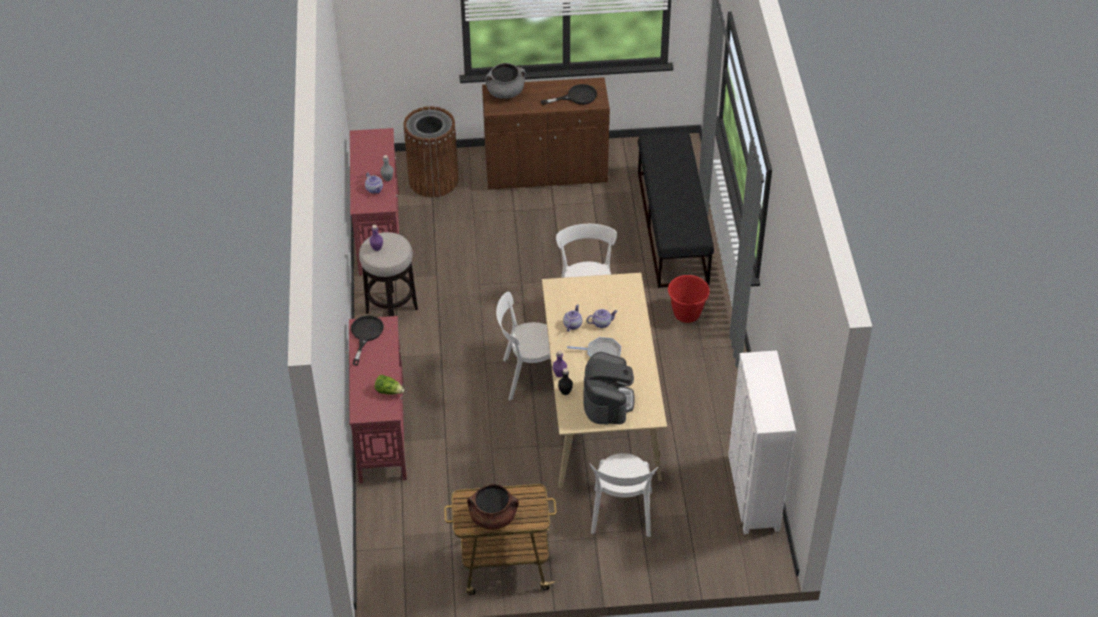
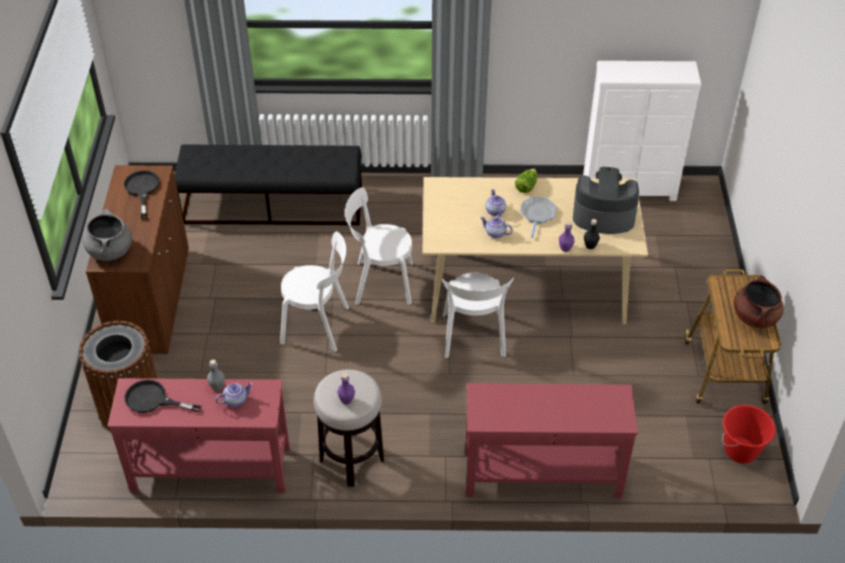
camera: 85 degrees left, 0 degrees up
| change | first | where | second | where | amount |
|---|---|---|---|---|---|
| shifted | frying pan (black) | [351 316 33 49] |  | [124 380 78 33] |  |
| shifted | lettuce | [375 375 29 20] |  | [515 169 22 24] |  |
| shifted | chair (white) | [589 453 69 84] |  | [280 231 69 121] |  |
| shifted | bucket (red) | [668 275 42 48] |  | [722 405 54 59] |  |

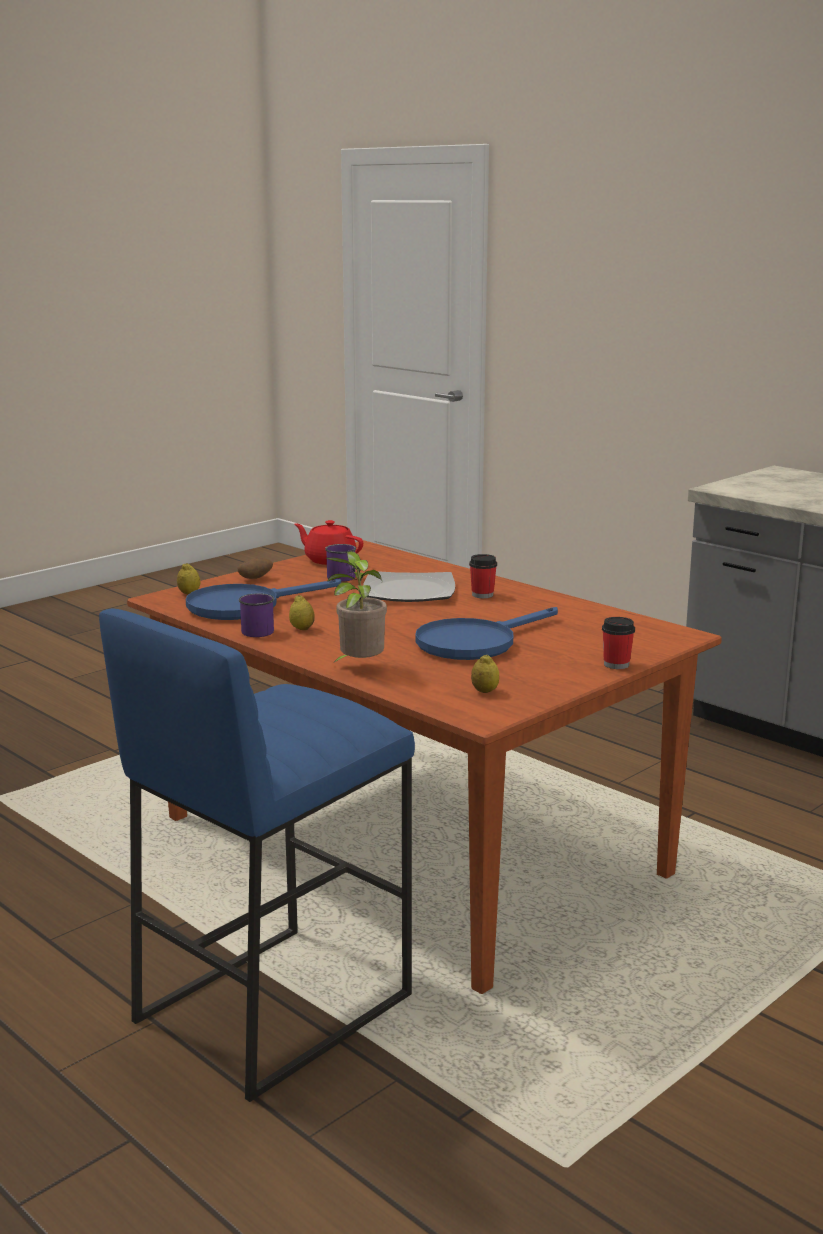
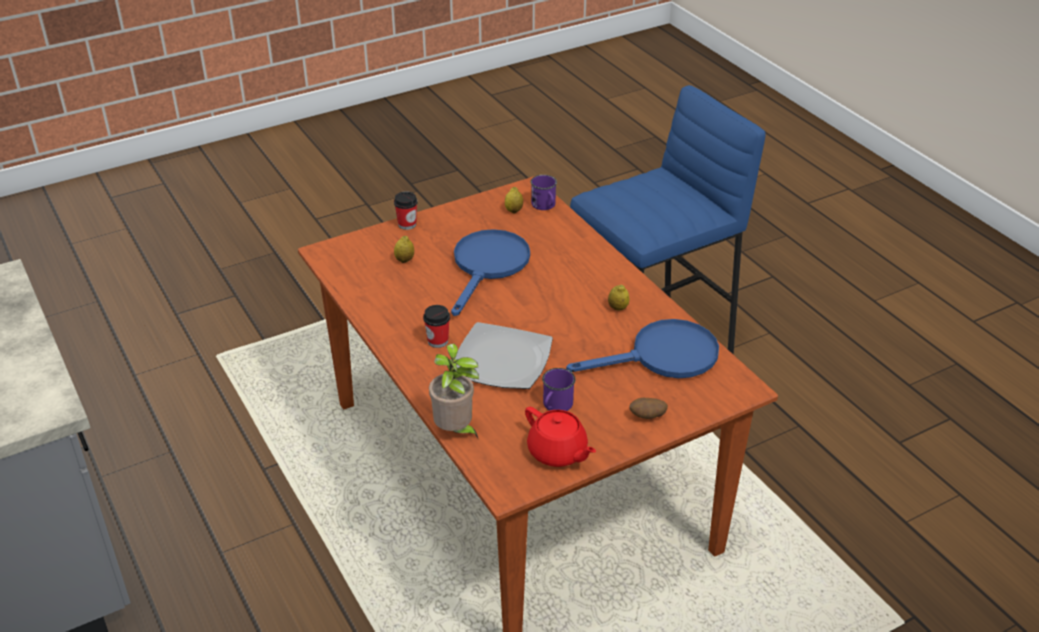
camera: 165 degrees left, 20 degrees up
| change | first | where | second | where | amount |
|---|---|---|---|---|---|
| shifted | lemon | [177 563 23 31] |  | [394 236 20 27] |  |
| shifted | mug (purple) | [239 593 35 44] |  | [530 175 27 35] |  |
| shifted | potted plant | [326 551 61 113] |  | [429 344 50 94] |  |
| rotated | frying pan (blue) | [415 607 143 53] |  | [451 229 79 87] | 45 degrees counterclockwise |

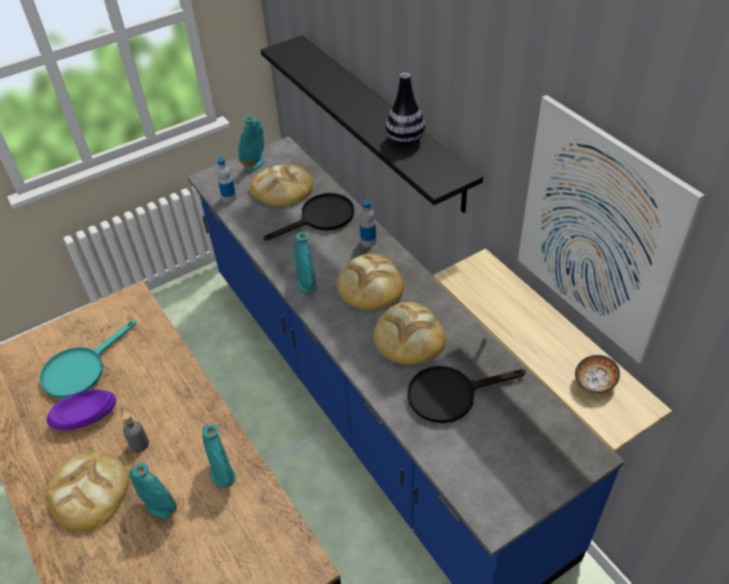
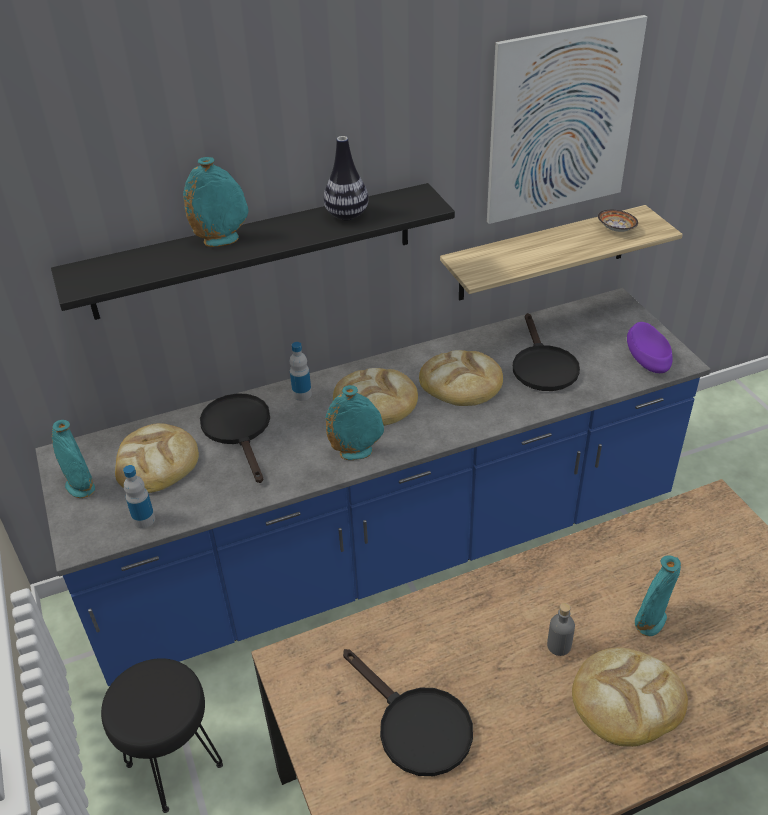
camera: 80 degrees left, 5 degrees down
| change | first | where | second | where | amount |
|---|---|---|---|---|---|
| new |  |  | stool (black) | [101 658 122 155] |  |
| shifted | bowl (purple) | [47 390 69 40] |  | [627 322 46 51] |  |
| shifted | vase (turquoise) | [202 425 34 63] |  | [183 157 65 90] |  |
| repainted | frying pan (turquoise) | [40 320 96 79] | frying pan (black) | [343 649 130 127] |  |

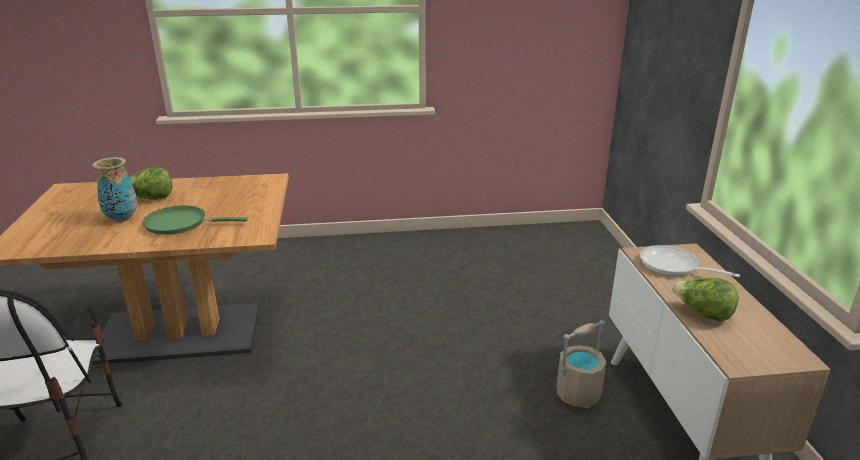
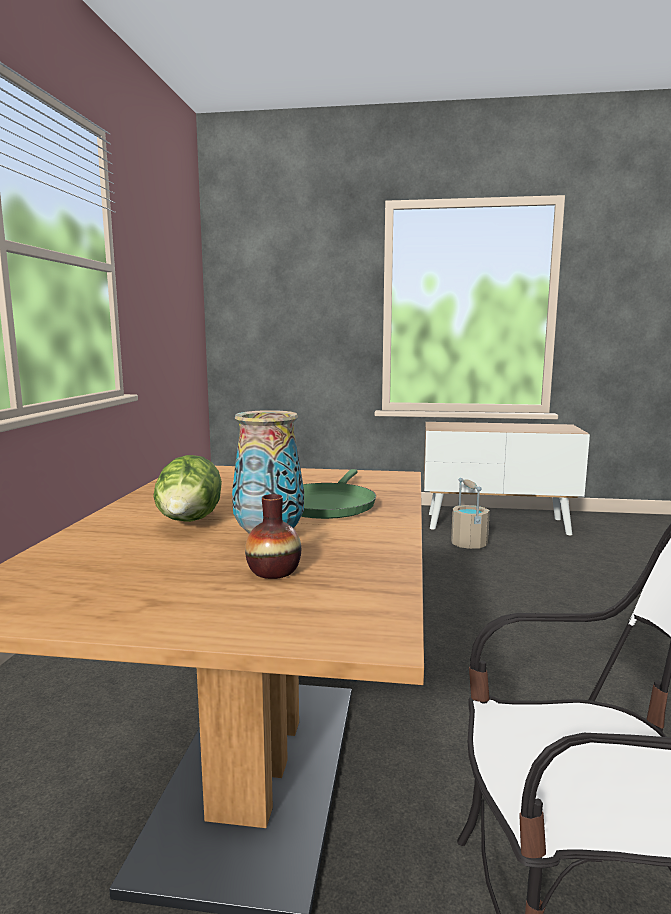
camera: 75 degrees left, 15 degrees down
| change | first | where | second | where | amount |
|---|---|---|---|---|---|
| gone | frying pan | [640 245 100 32] |  |  |  |
| gone | lettuce | [672 277 67 44] |  |  |  |
| new |  |  | vase | [245 494 56 85] |  |

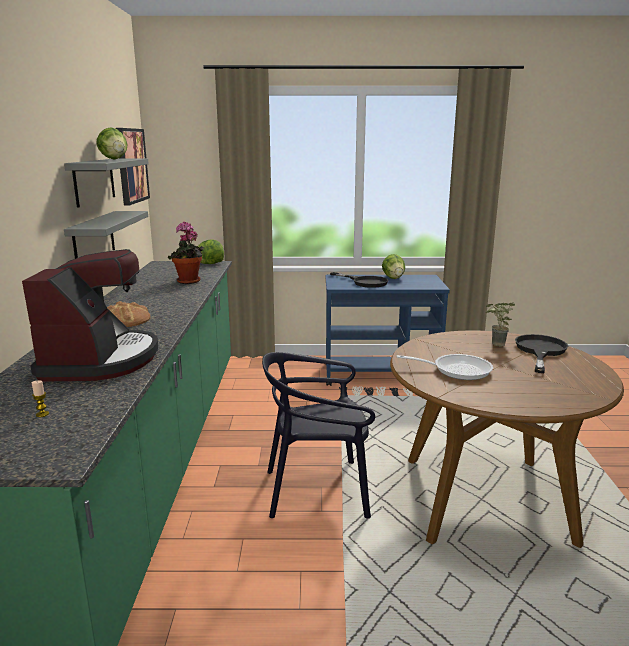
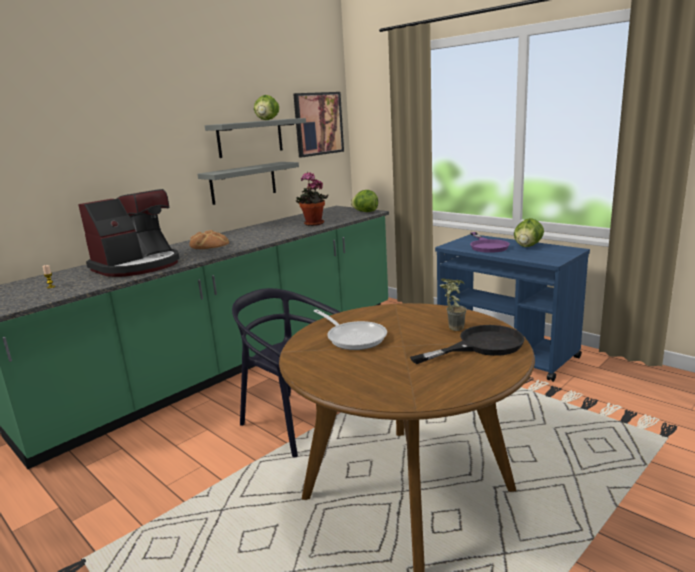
camera: 45 degrees right, 0 degrees up
| change | first | where | second | where | amount |
|---|---|---|---|---|---|
| repainted | frying pan (black) | [330 272 58 16] | frying pan (purple) | [470 232 40 21] |  |

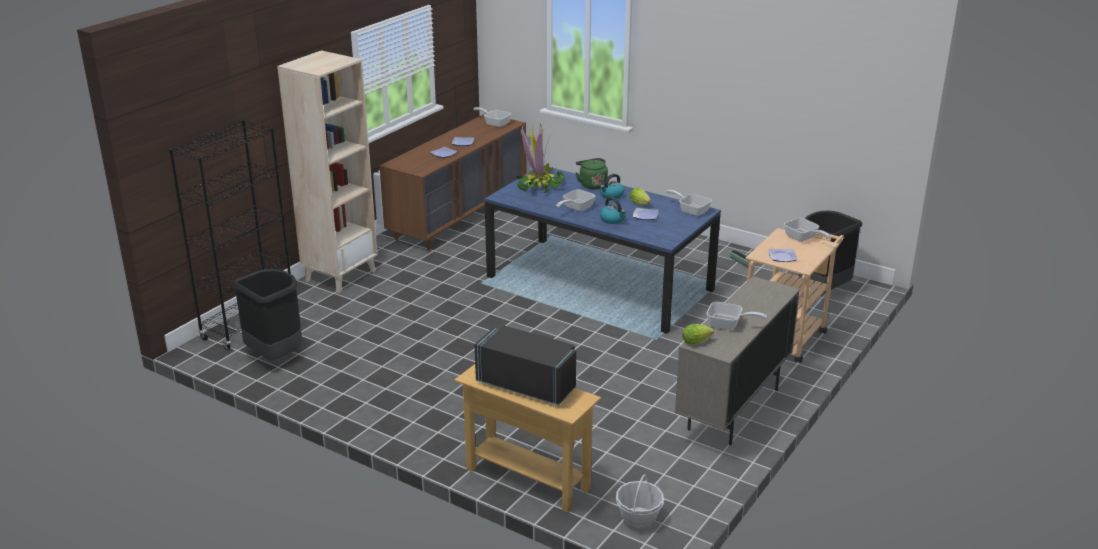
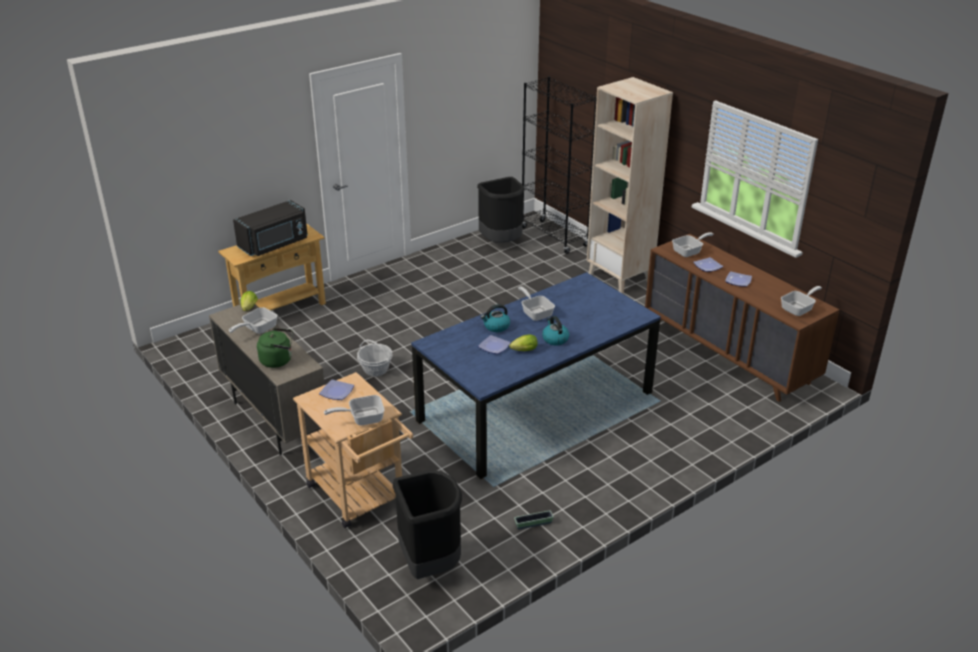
camera: 110 degrees right, 5 degrees up
| change | first | where | second | where | amount |
|---|---|---|---|---|---|
| gone | potted plant | [517 124 48 69] |  |  |  |
| shifted | kettle (green) | [576 158 32 31] |  | [257 328 36 40] |  |
| shifted | basket | [616 474 48 54] |  | [357 340 36 36] |  |
| shifted | frying pan | [666 190 46 26] |  | [672 232 41 25] |  |

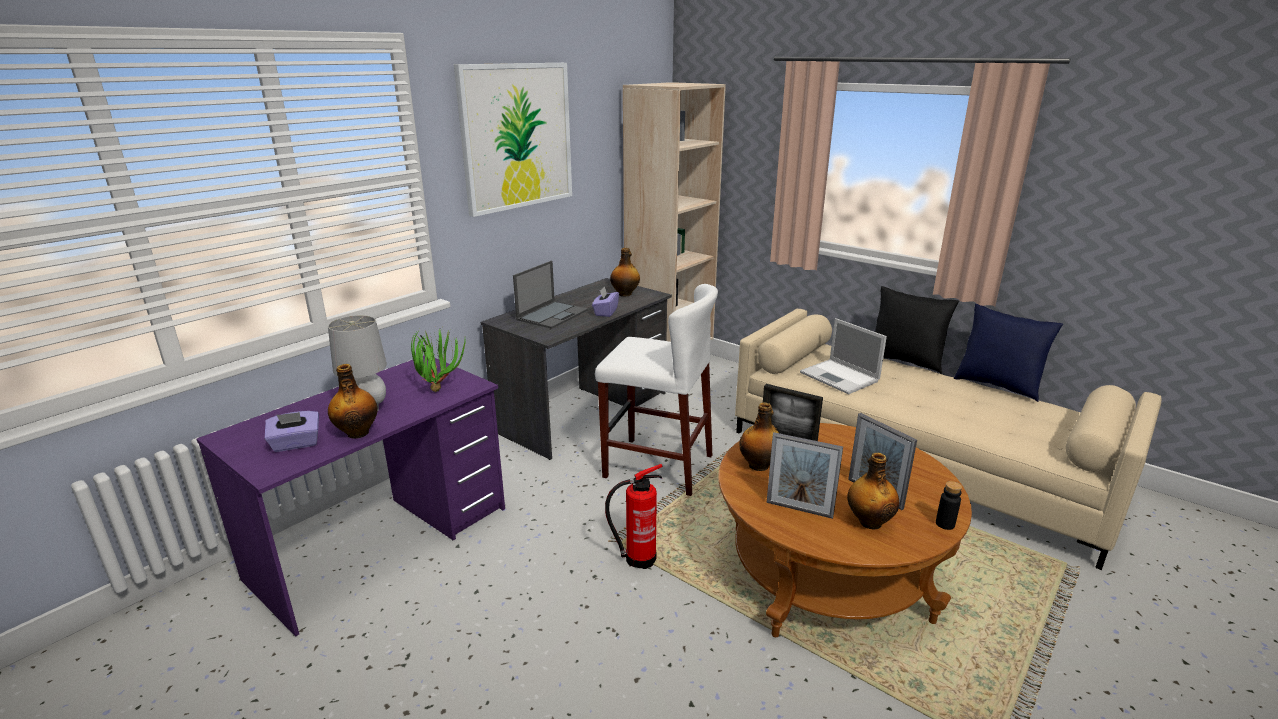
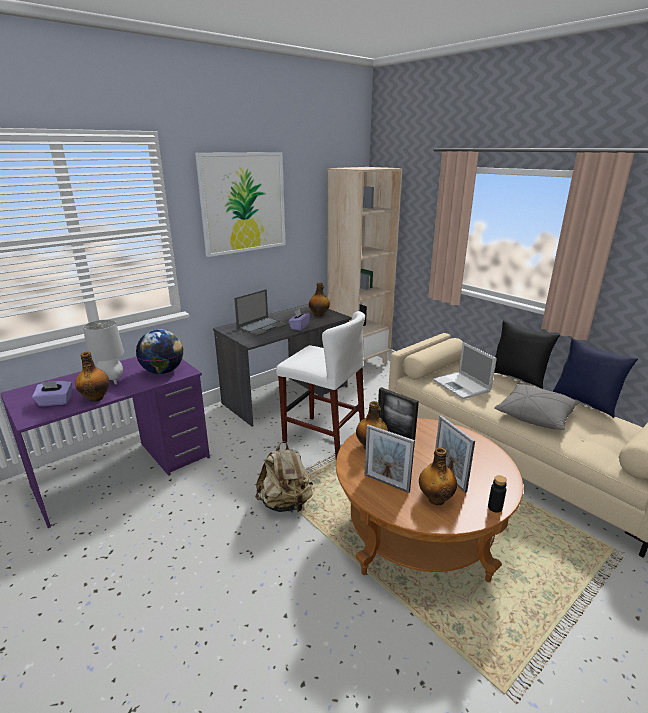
camera: 10 degrees right, 0 degrees up
| change | first | where | second | where | amount |
|---|---|---|---|---|---|
| new |  |  | pillow (grey) | [494 383 86 47] |  |
| swapped | potted plant | [411 328 55 64] | globe | [136 329 47 45] |  |
| swapped | fire extinguisher | [605 464 57 105] | backpack (beige) | [255 441 58 71] |  |

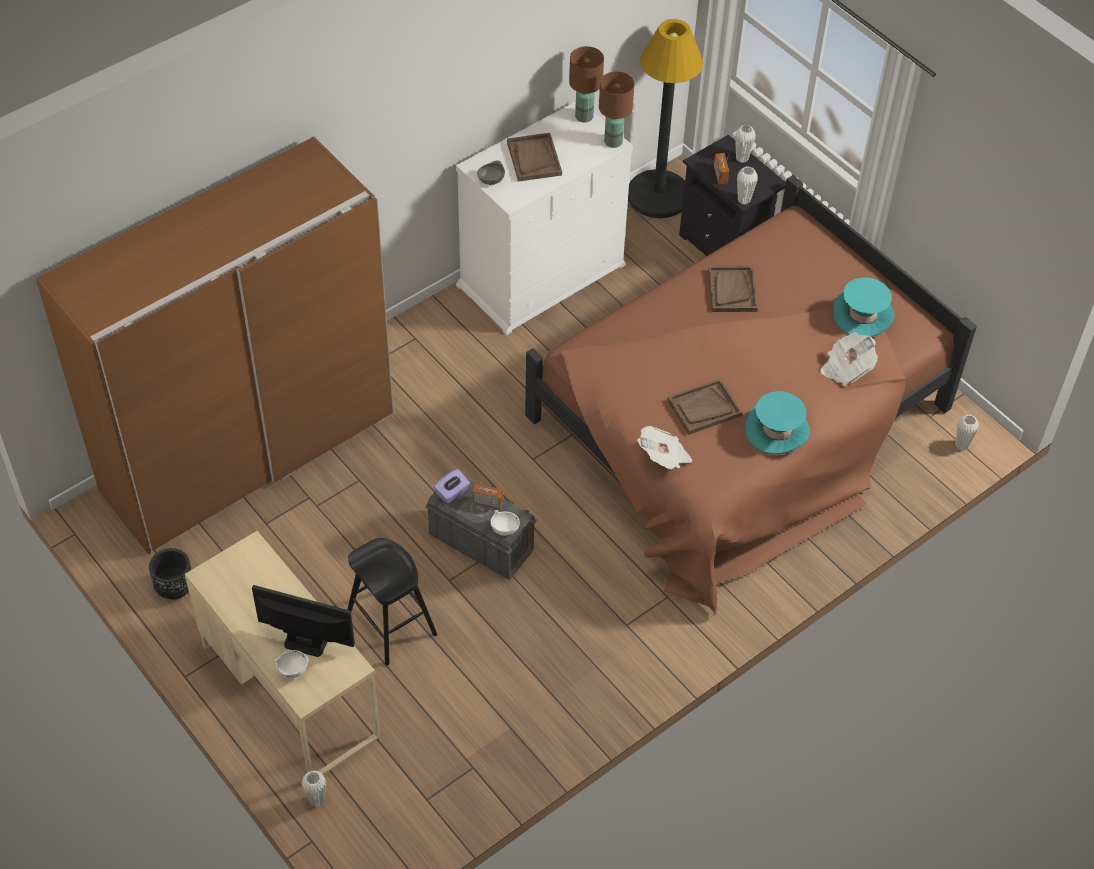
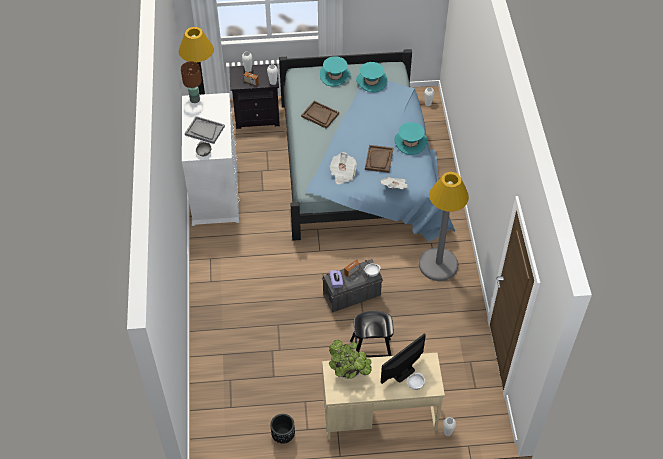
camera: 55 degrees left, 0 degrees up
| change | first | where | second | where | amount |
|---|---|---|---|---|---|
| gone | wardrobe (brown) | [36 136 358 418] |  |  |  |
| gone | table lamp (brown) | [599 71 36 77] |  |  |  |
| new |  |  | hat (turquoise) | [320 56 31 31] |  |
| new |  |  | potted plant | [329 340 43 39] |  |
| new |  |  | floor lamp (grey) | [419 172 50 109] |  |
| shifted | newspaper | [820 332 58 54] |  | [329 152 28 32] |  |
| repainted | tray (brown) | [507 133 55 49] | tray (grey) | [185 116 40 28] |  |
| repainted | bed (brown) | [525 175 452 441] | bed (blue) | [279 49 176 193] |  |

